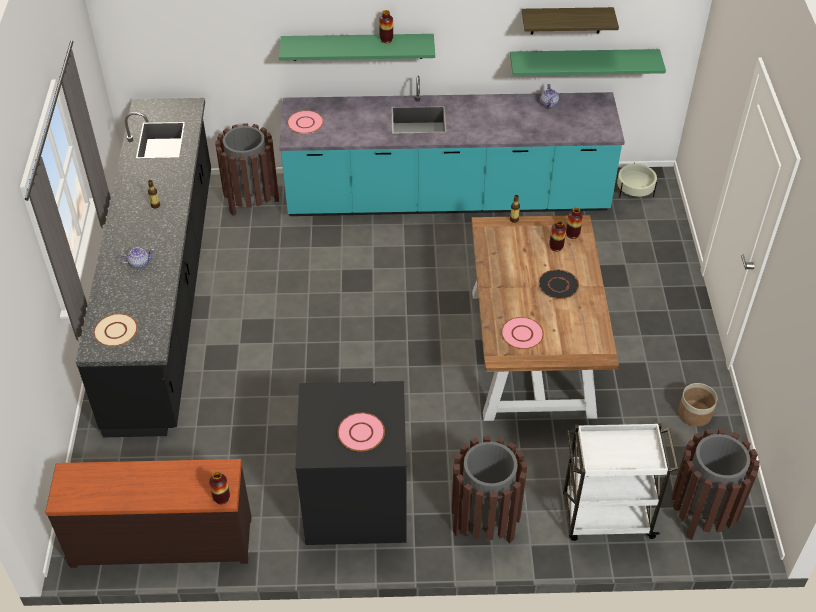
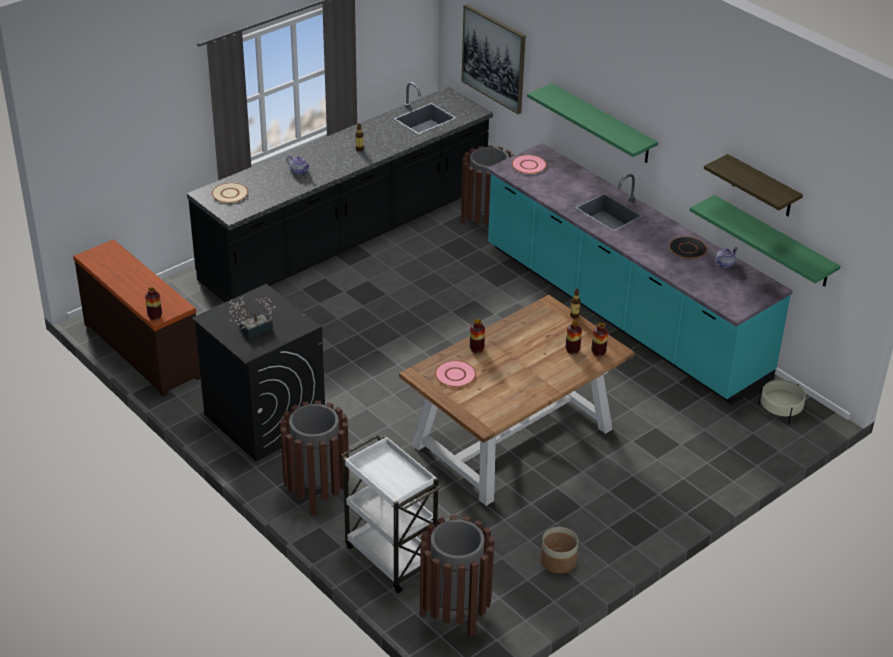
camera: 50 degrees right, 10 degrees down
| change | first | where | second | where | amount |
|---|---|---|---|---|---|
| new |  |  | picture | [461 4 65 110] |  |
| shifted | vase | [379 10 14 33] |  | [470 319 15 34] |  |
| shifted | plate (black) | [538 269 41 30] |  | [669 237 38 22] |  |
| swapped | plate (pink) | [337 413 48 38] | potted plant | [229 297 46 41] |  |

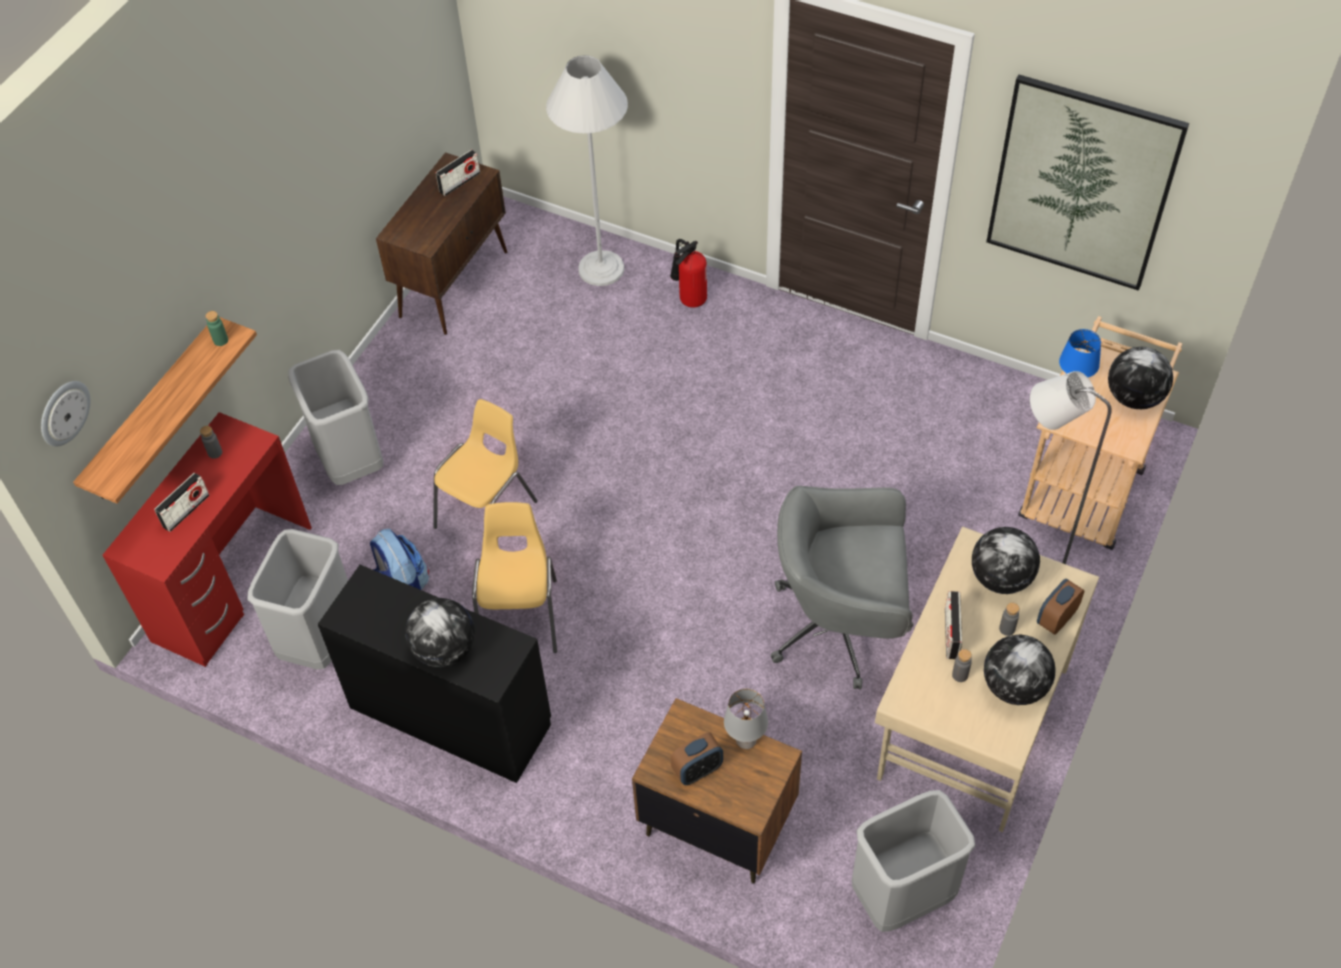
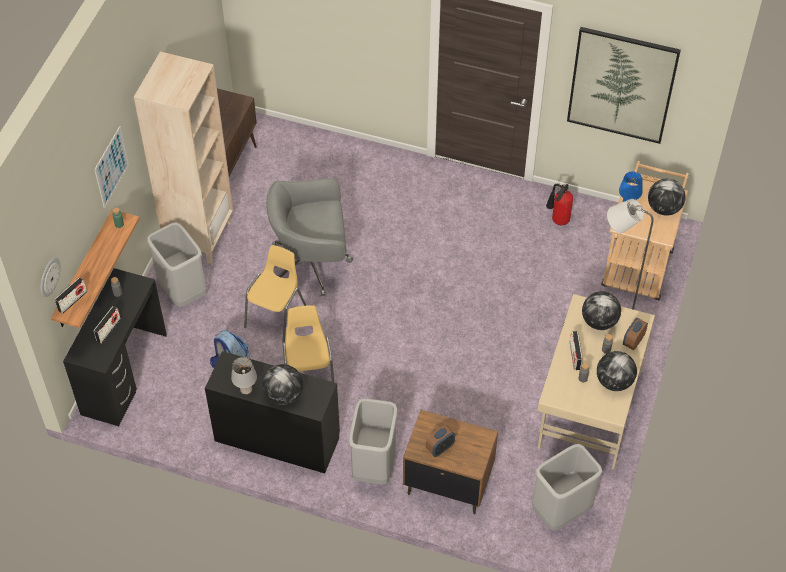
camera: 10 degrees left, 0 degrees up
| change | first | where | second | where | amount |
|---|---|---|---|---|---|
| gone | floor lamp (white) | [546 55 82 231] |  |  |  |
| new |  |  | picture | [94 126 35 82] |  |
| new |  |  | bookcase (beige) | [134 52 99 212] |  |
| shifted | trash can (grey) | [247 529 101 140] |  | [349 398 49 87] |  |
| shifted | radio | [436 149 44 47] |  | [55 277 32 37] |  |
| shifted | fire extinguisher | [670 239 37 69] |  | [546 184 27 41] |  |
| shifted | table lamp (grey) | [724 688 44 61] |  | [231 357 26 37] |  |
| shifted | office chair (grey) | [771 486 142 203] |  | [266 178 87 118] |  |
| repainted | desk (red) | [102 412 210 255] | desk (black) | [63 268 104 158] |  |

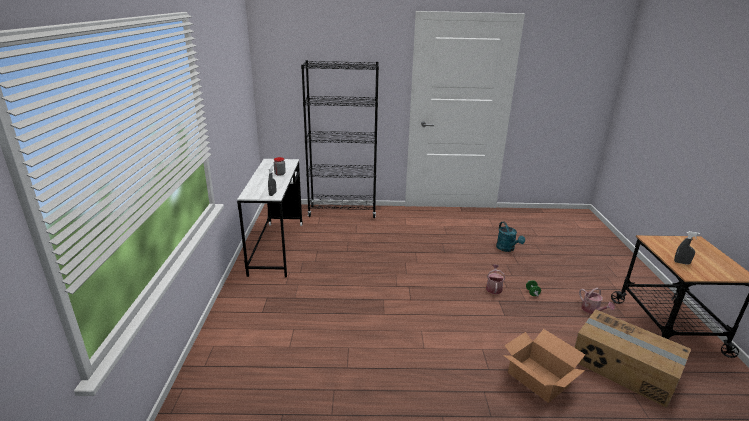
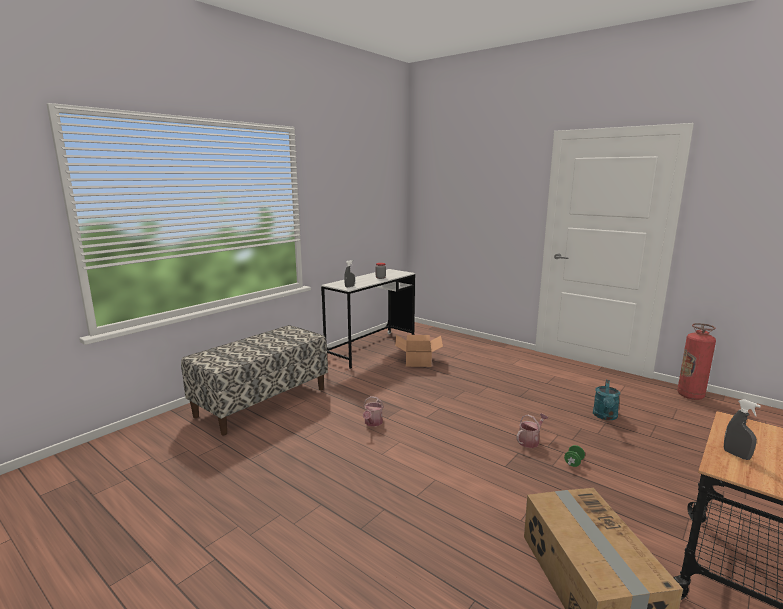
camera: 40 degrees right, 10 degrees down
| change | first | where | second | where | amount |
|---|---|---|---|---|---|
| gone | bookcase (black) | [301 60 78 158] |  |  |  |
| new |  |  | bench | [181 325 147 110] |  |
| new |  |  | fire extinguisher | [677 323 39 77] |  |
| shifted | cardboard box | [503 329 82 74] |  | [395 335 48 32] |  |
| shifted | watering can | [579 288 36 26] |  | [363 396 21 31] |  |

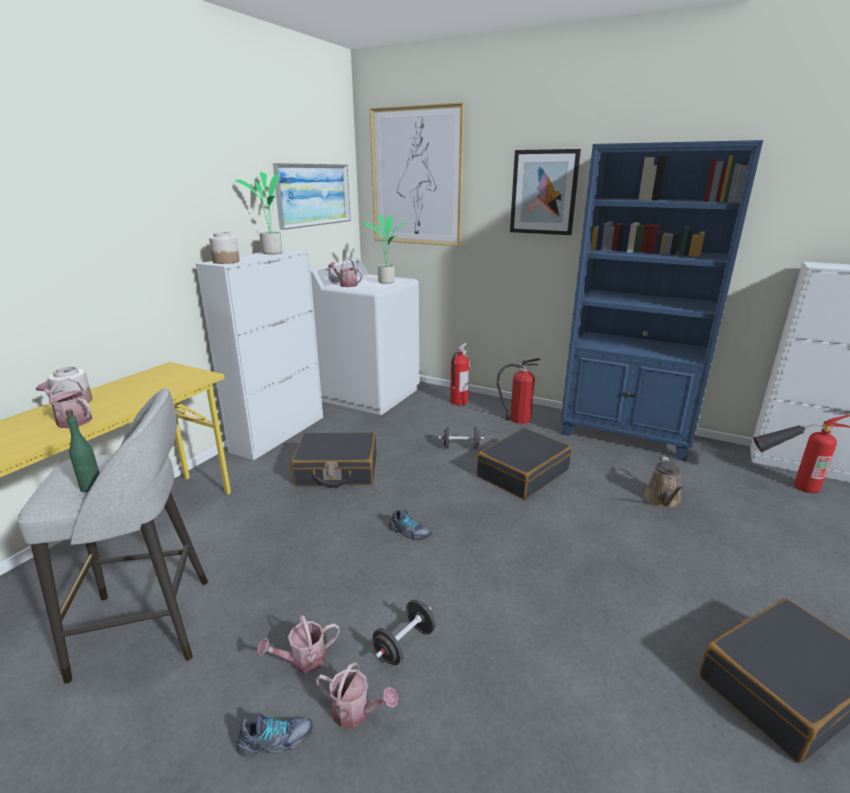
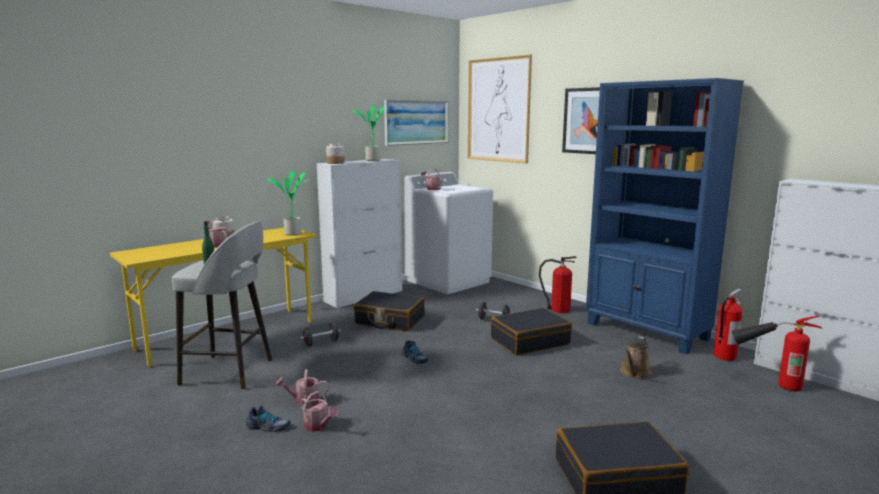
camera: 20 degrees right, 10 degrees down
| change | first | where | second | where | amount |
|---|---|---|---|---|---|
| shifted | potted plant | [363 215 43 69] |  | [267 171 45 64] |  |
| shifted | dumbbell (black) | [373 600 62 65] |  | [300 322 41 25] |  |
| shifted | fire extinguisher | [450 343 19 62] |  | [713 289 30 72] |  |

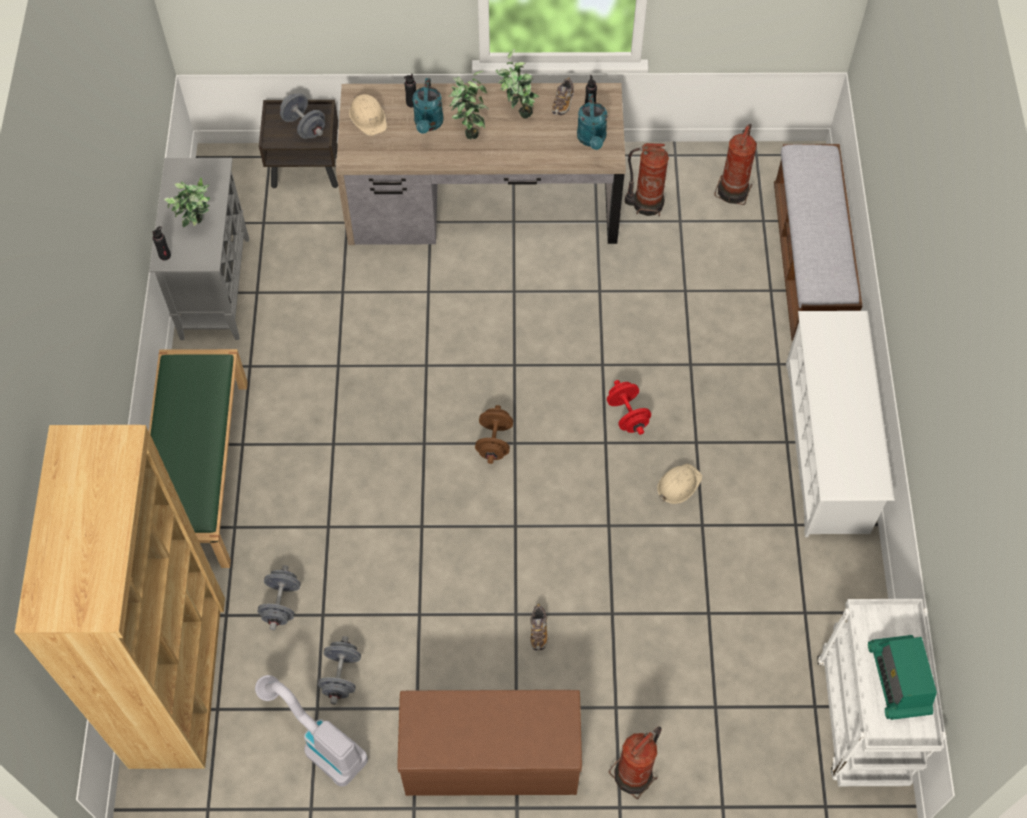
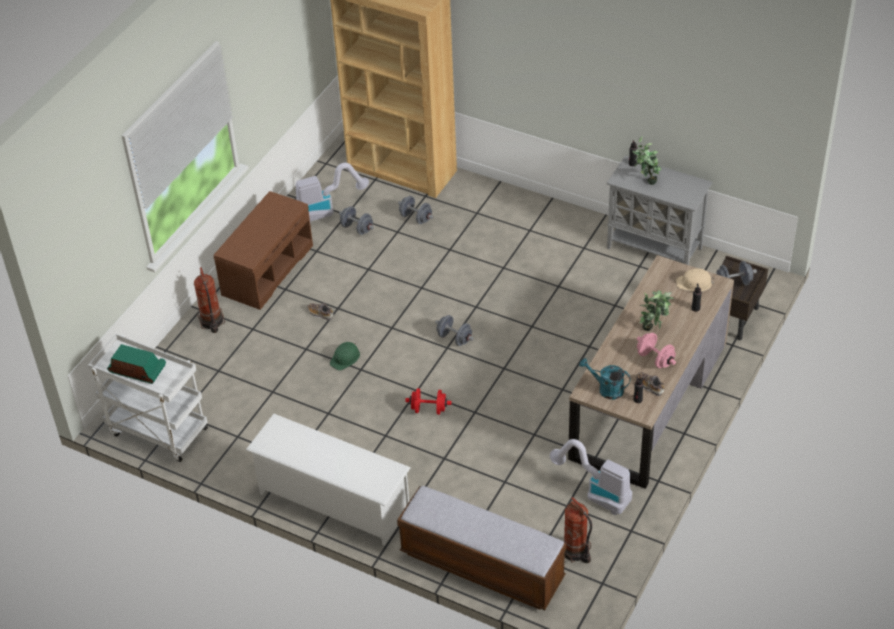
camera: 120 degrees right, 15 degrees down
| change | first | where | second | where | amount |
|---|---|---|---|---|---|
| gone | bench (green) | [149 349 99 219] |  |  |  |
| gone | watering can (turquoise) | [412 78 32 56] |  |  |  |
| gone | hard hat (beige) | [657 464 46 40] |  |  |  |
| new |  |  | hard hat (green) | [330 342 30 28] |  |
| swapped | potted plant | [496 49 44 69] | dumbbell (pink) | [637 333 39 35] |  |
| swapped | fire extinguisher | [625 143 44 74] | vacuum cleaner | [550 439 82 76] |  |
| repainted | dumbbell (brown) | [475 405 38 59] | dumbbell (grey) | [435 315 39 31] |  |

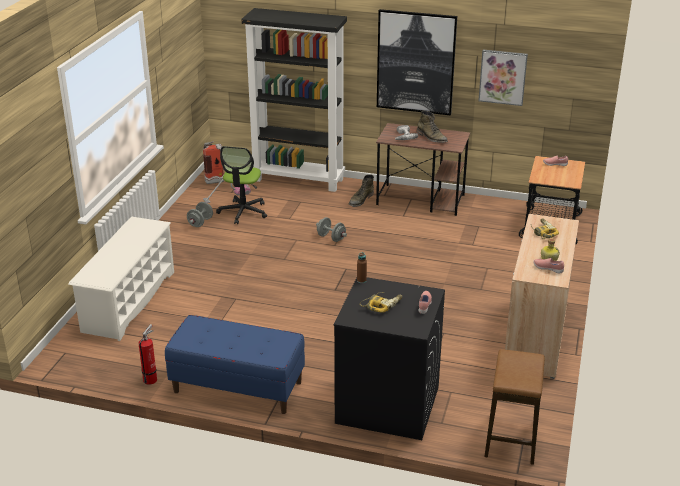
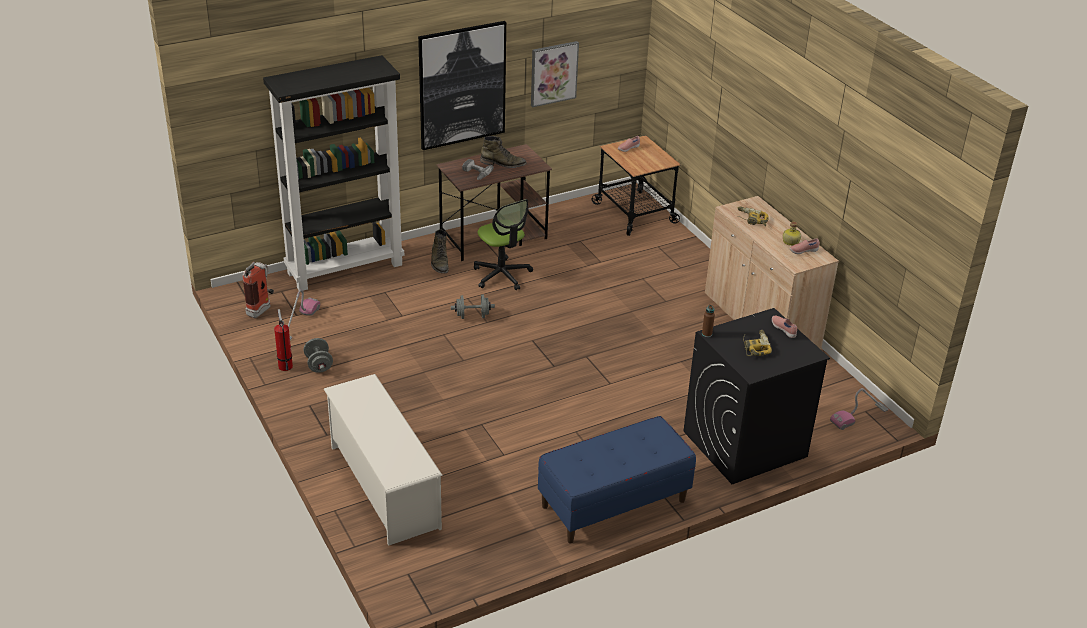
camera: 45 degrees left, 5 degrees up
| change | first | where | second | where | amount |
|---|---|---|---|---|---|
| shifted | fire extinguisher | [138 324 19 61] |  | [274 309 19 62] |  |
| shifted | office chair | [216 146 51 78] |  | [474 199 59 91] |  |
| swapped | stool | [484 349 61 116] | vacuum cleaner | [830 388 59 42] |  |

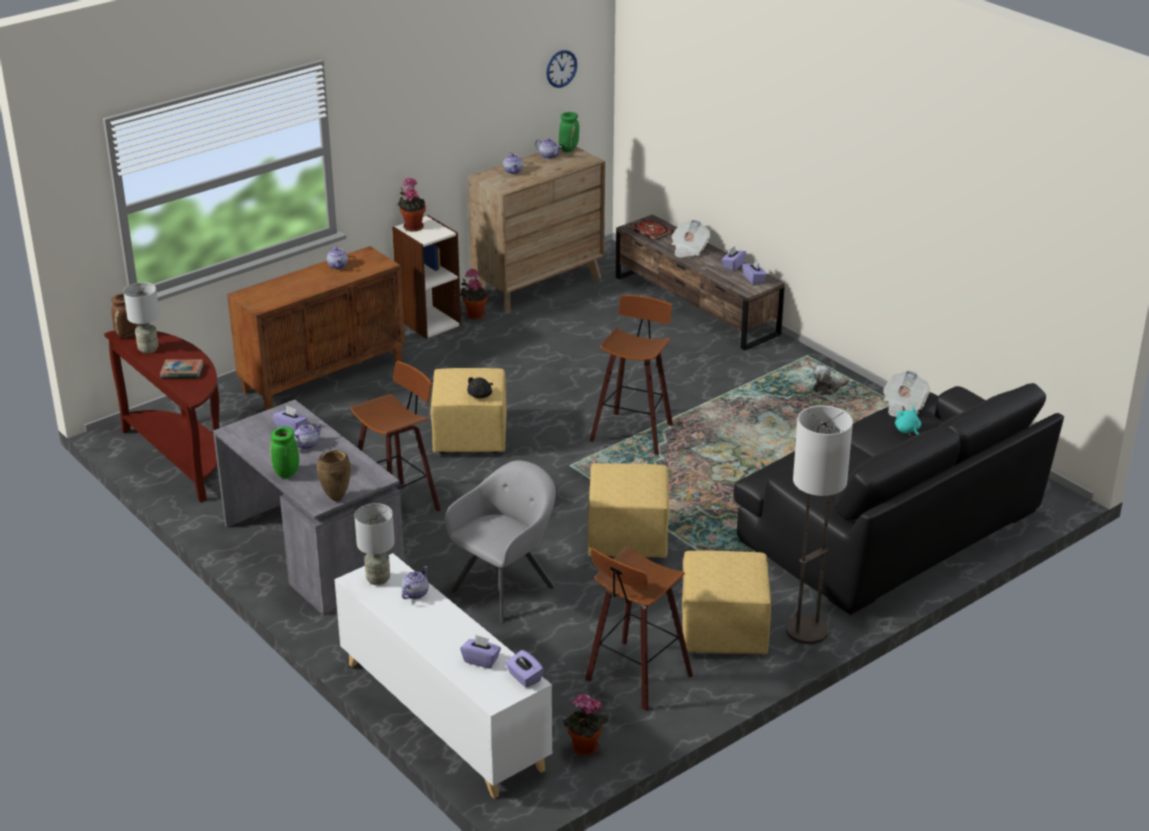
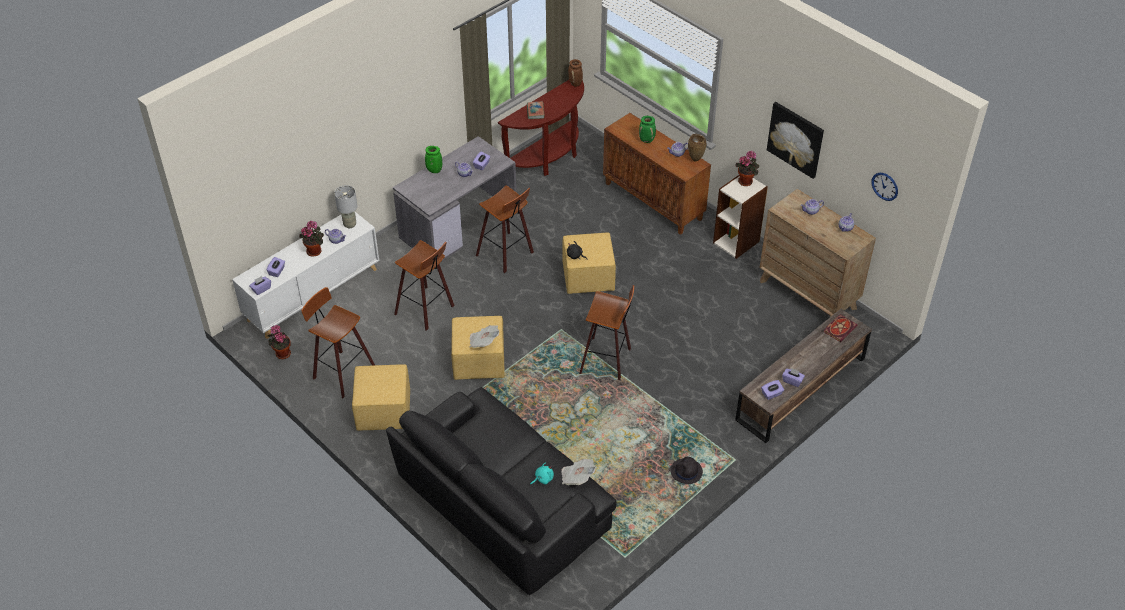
camera: 85 degrees right, 15 degrees up
| change | first | where | second | where | amount |
|---|---|---|---|---|---|
| gone | table lamp (grey) | [123 282 37 72] |  |  |  |
| gone | floor lamp | [786 406 67 238] |  |  |  |
| new |  |  | picture | [767 102 57 77] |  |
| shifted | vase (brown) | [317 450 34 51] |  | [688 134 19 28] |  |
| shifted | potted plant | [460 269 28 51] |  | [299 220 25 37] |  |
| shifted | vase (green) | [559 112 20 40] |  | [639 116 17 27] |  |
| shifted | newspaper | [672 220 39 37] |  | [469 325 30 23] |  |
| swapped | armchair (grey) | [445 460 111 163] | stool | [394 240 60 91] |  |
| swapped | plush toy | [813 365 37 30] | hat (black) | [670 457 33 27] |  |

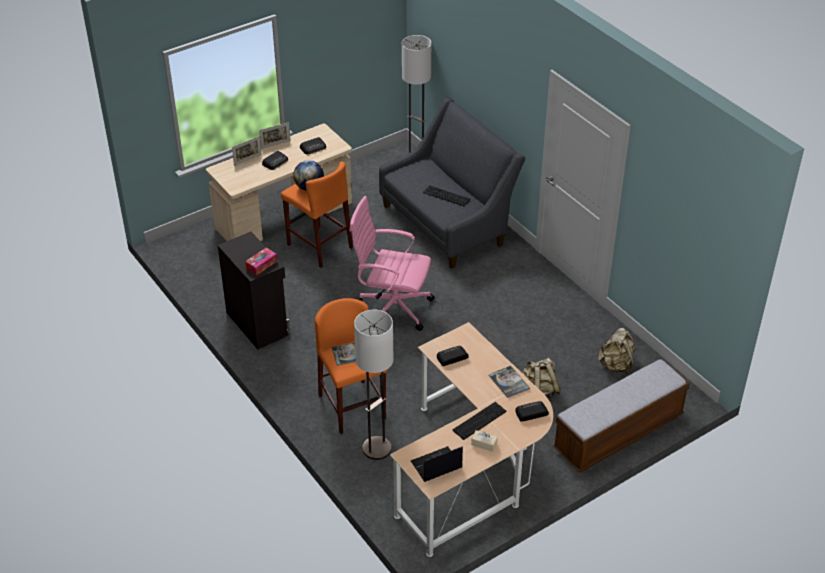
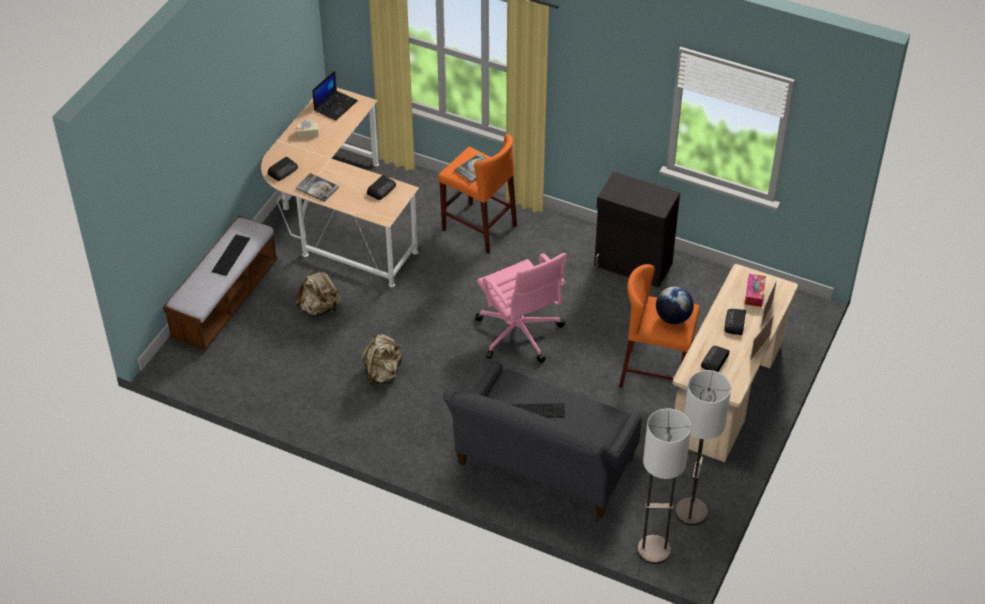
camera: 150 degrees right, 5 degrees up
| change | first | where | second | where | amount |
|---|---|---|---|---|---|
| shifted | tissue box | [245 248 32 27] |  | [745 274 21 33] |  |
| shifted | floor lamp | [354 309 39 151] |  | [675 370 56 156] |  |
| shifted | keyboard | [452 402 55 38] |  | [212 235 38 41] |  |
| shifted | backpack (beige) | [598 328 37 47] |  | [362 334 41 53] |  |
| rotated | office chair (pink) | [349 196 86 135] |  | [475 253 92 110] | 75 degrees clockwise |

